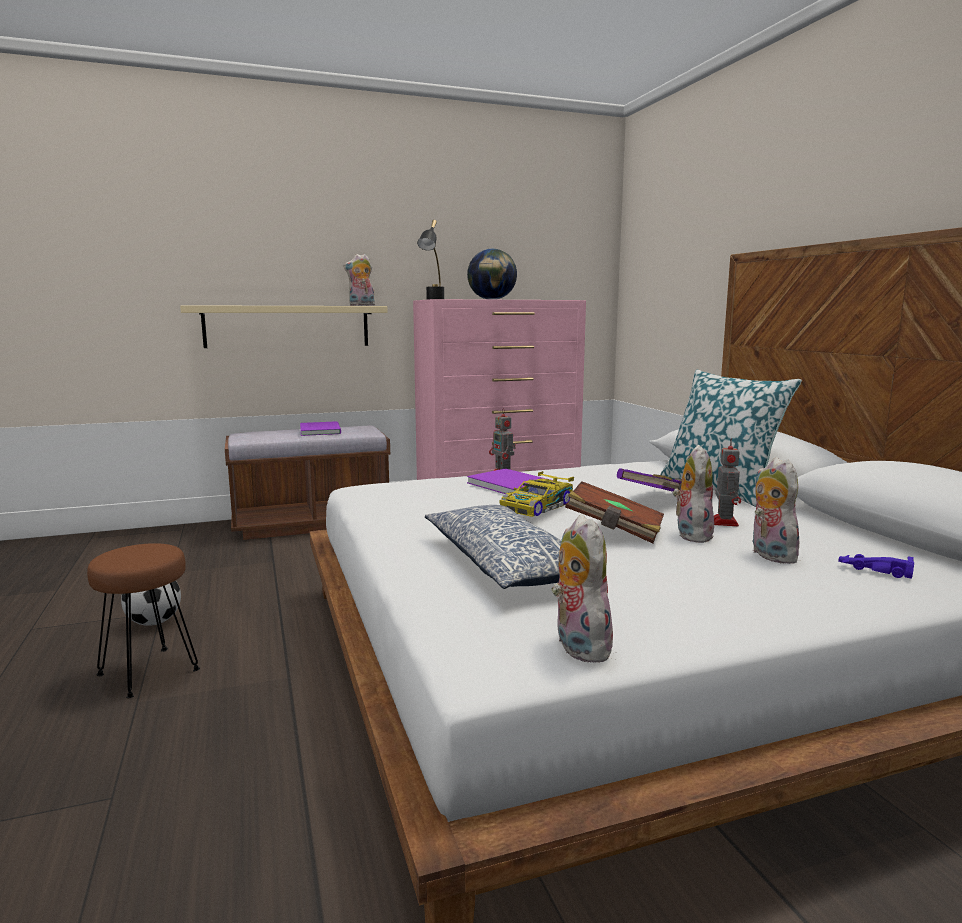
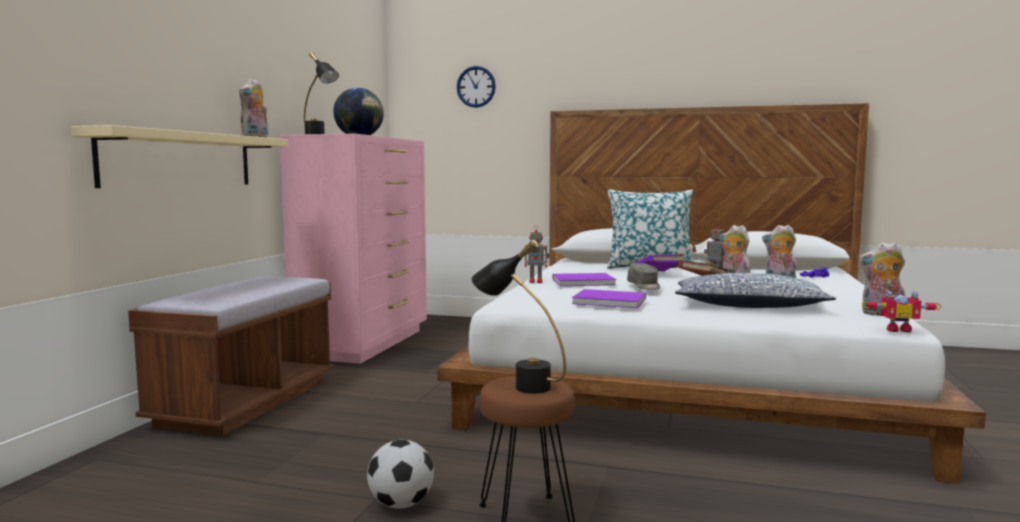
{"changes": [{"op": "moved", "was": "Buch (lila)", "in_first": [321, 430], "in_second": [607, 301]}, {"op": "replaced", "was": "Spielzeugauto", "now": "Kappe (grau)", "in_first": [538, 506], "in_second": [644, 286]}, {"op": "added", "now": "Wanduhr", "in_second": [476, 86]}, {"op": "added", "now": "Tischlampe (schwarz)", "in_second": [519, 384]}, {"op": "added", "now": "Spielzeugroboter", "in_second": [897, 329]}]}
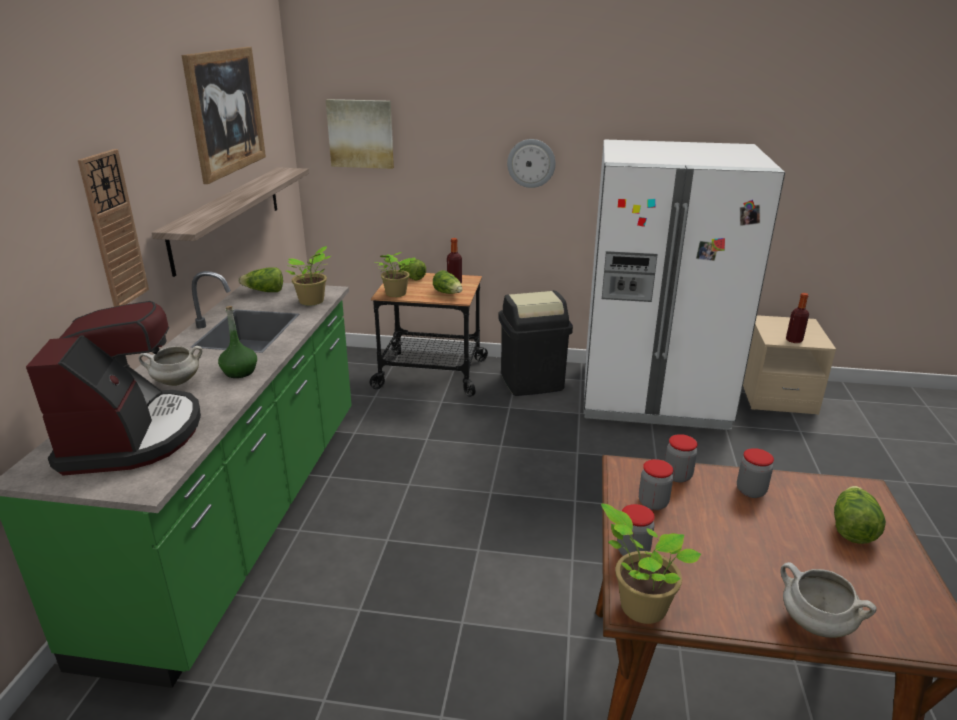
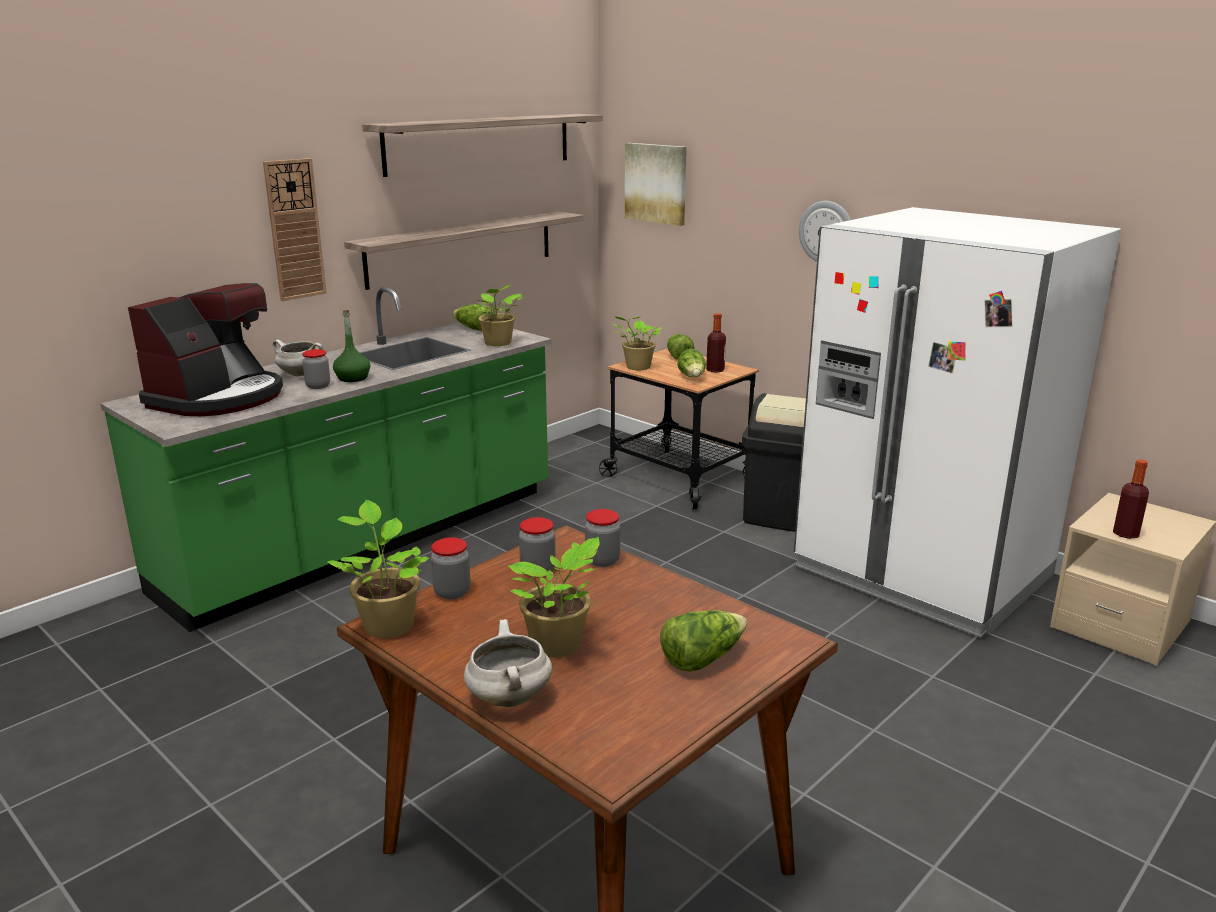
{"changes": [{"op": "replaced", "was": "Bild", "now": "Wandregal", "in_first": [226, 112], "in_second": [480, 143]}, {"op": "moved", "was": "Vorratsglas", "in_first": [750, 491], "in_second": [318, 386]}, {"op": "added", "now": "Topfpflanze", "in_second": [559, 646]}]}
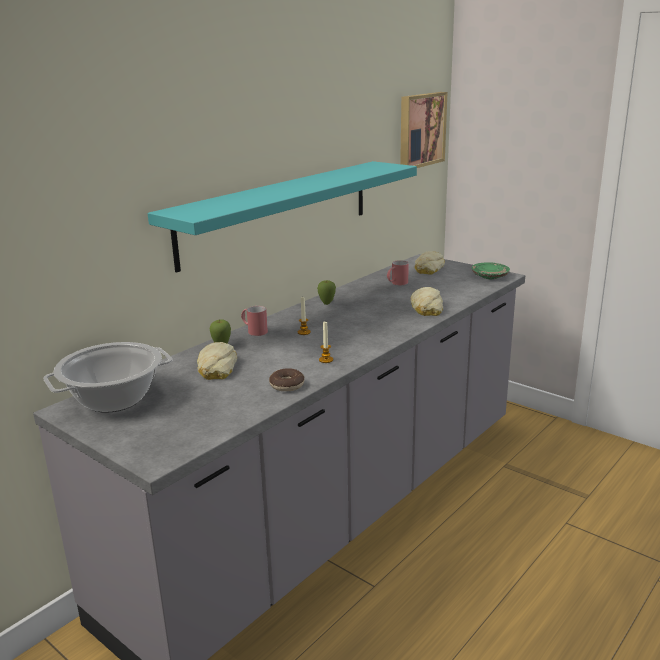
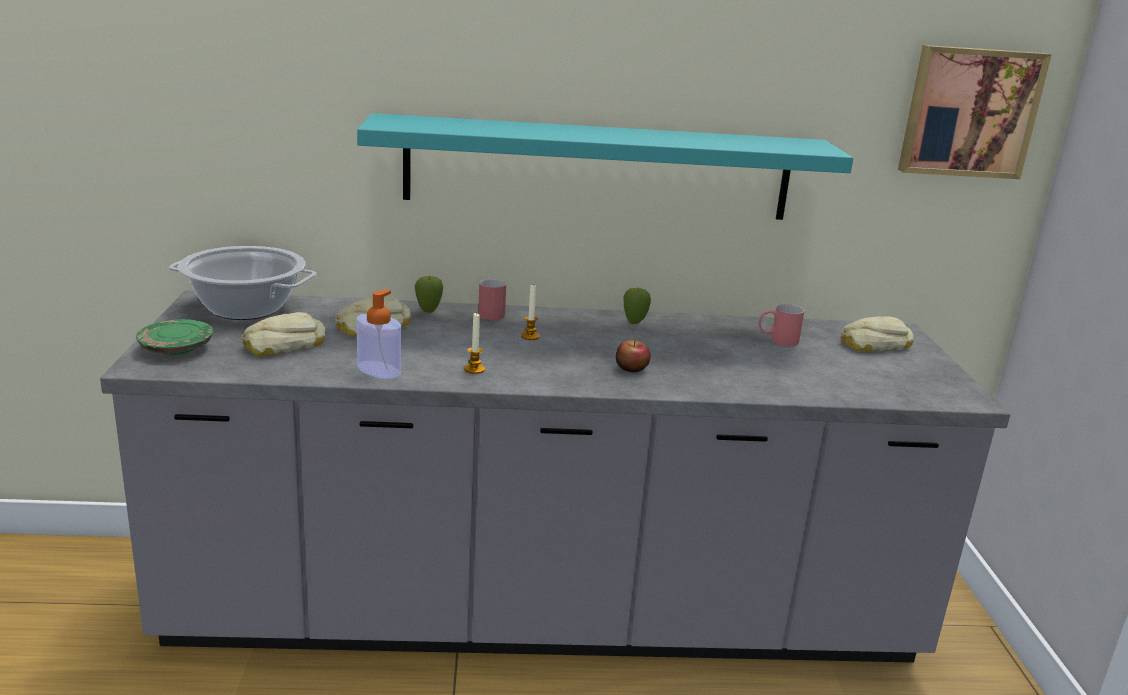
{"changes": [{"op": "replaced", "was": "Donut", "now": "Seifenspender", "in_first": [287, 385], "in_second": [379, 370]}, {"op": "moved", "was": "Brot", "in_first": [426, 308], "in_second": [283, 344]}, {"op": "moved", "was": "Teller (grün)", "in_first": [490, 276], "in_second": [176, 348]}, {"op": "added", "now": "Apfel", "in_second": [631, 368]}]}
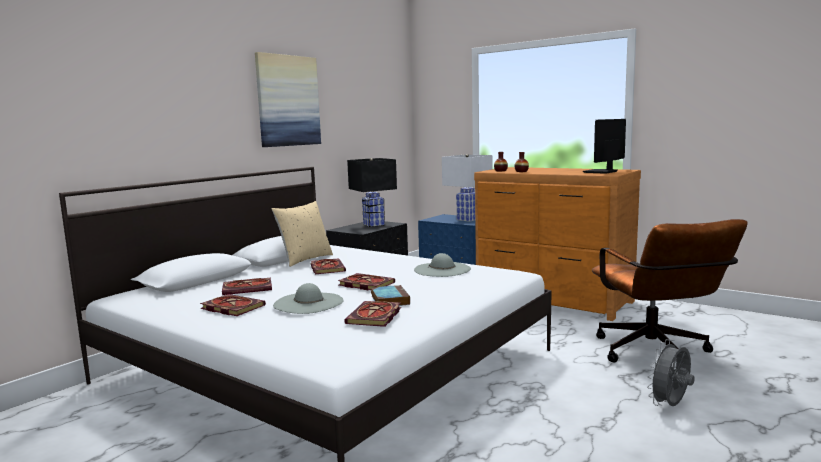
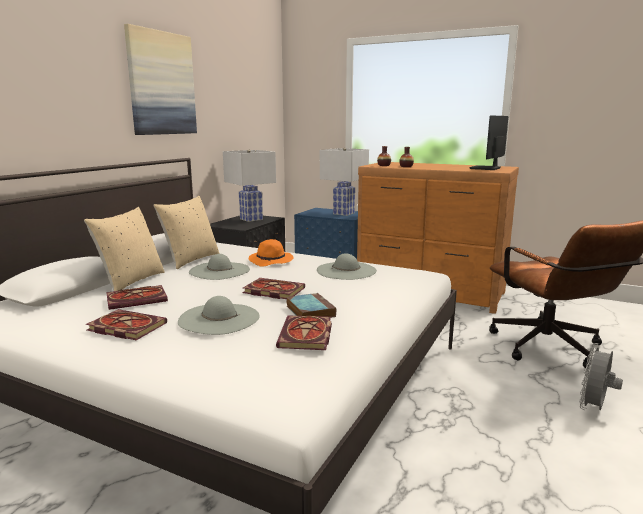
{"changes": [{"op": "replaced", "was": "Buch", "now": "Hut (grau)", "in_first": [326, 268], "in_second": [219, 270]}, {"op": "recoloured", "was": "Tischlampe (schwarz)", "now": "Tischlampe (weiß)", "in_first": [374, 224], "in_second": [251, 219]}, {"op": "added", "now": "Kissen (beige)", "in_second": [131, 281]}, {"op": "added", "now": "Hut (orange)", "in_second": [271, 261]}]}
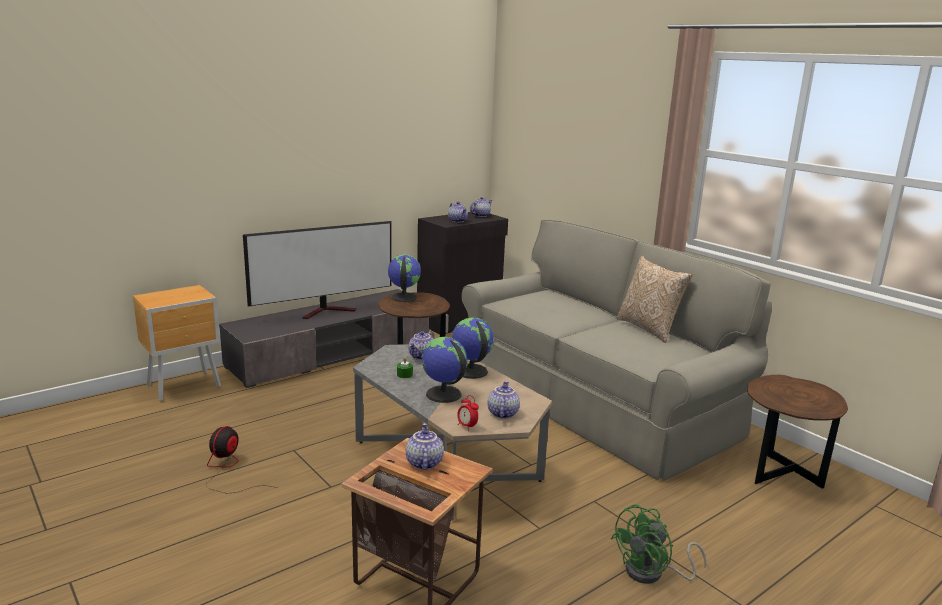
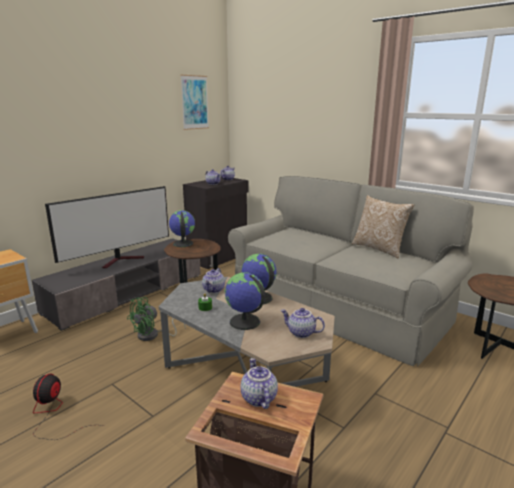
{"changes": [{"op": "removed", "was": "Wecker", "in_first": [467, 427]}, {"op": "turned", "was": "Teekanne", "in_first": [502, 413], "in_second": [301, 333], "clockwise": -60}, {"op": "moved", "was": "Ventilator (grün)", "in_first": [652, 573], "in_second": [153, 336]}, {"op": "added", "now": "Bild", "in_second": [194, 102]}]}
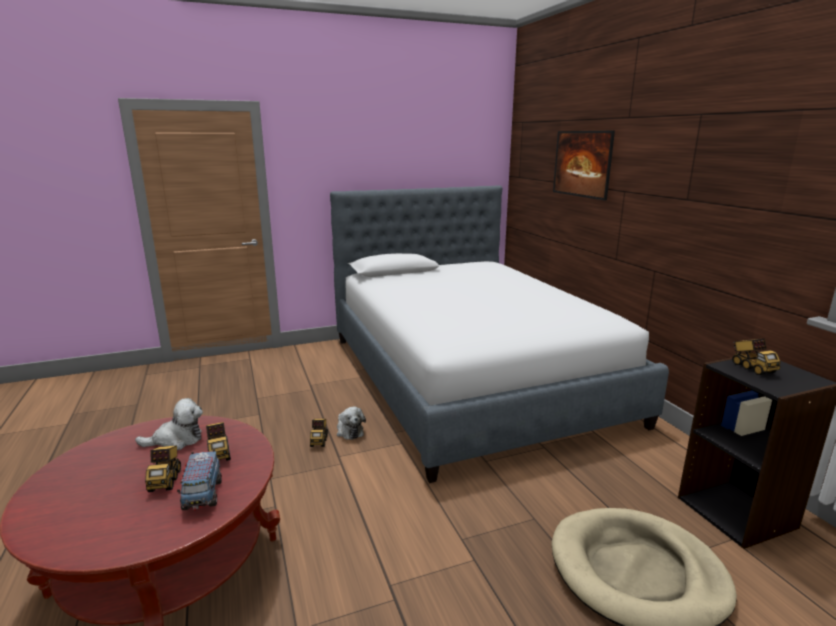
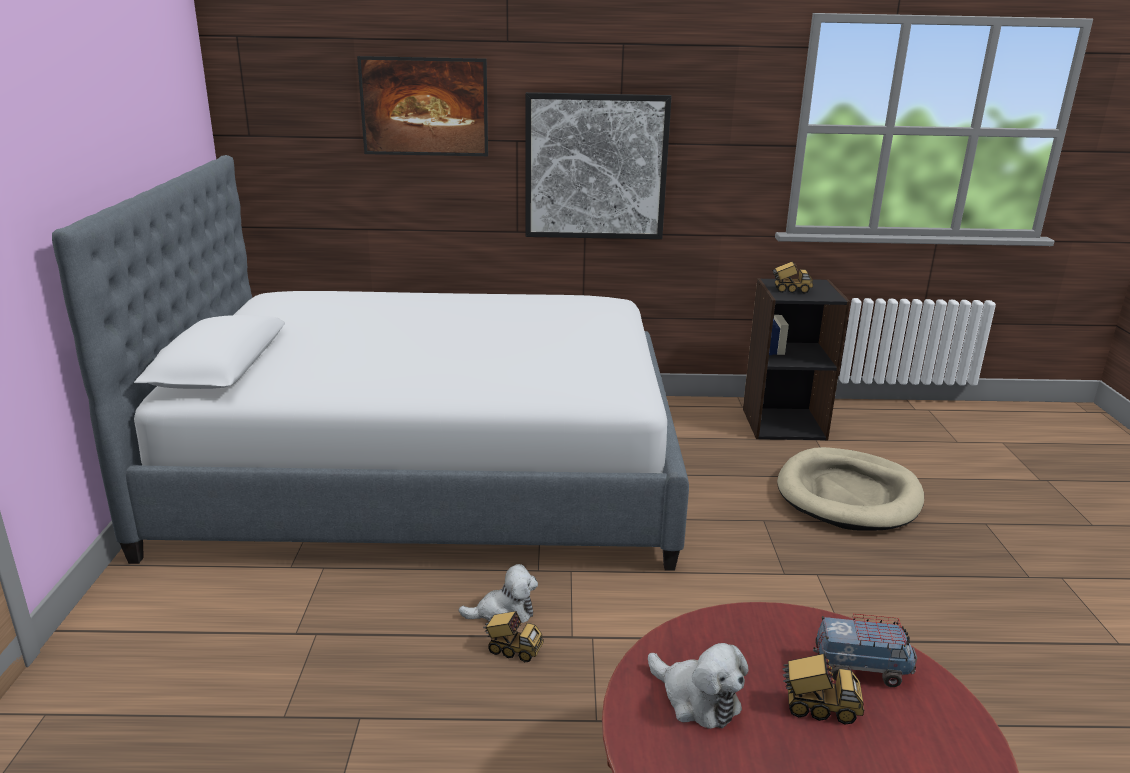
{"changes": [{"op": "turned", "was": "Plüschtier", "in_first": [177, 440], "in_second": [696, 699], "clockwise": 135}, {"op": "removed", "was": "Spielzeuglaster", "in_first": [219, 453]}, {"op": "added", "now": "Bild", "in_second": [595, 167]}]}
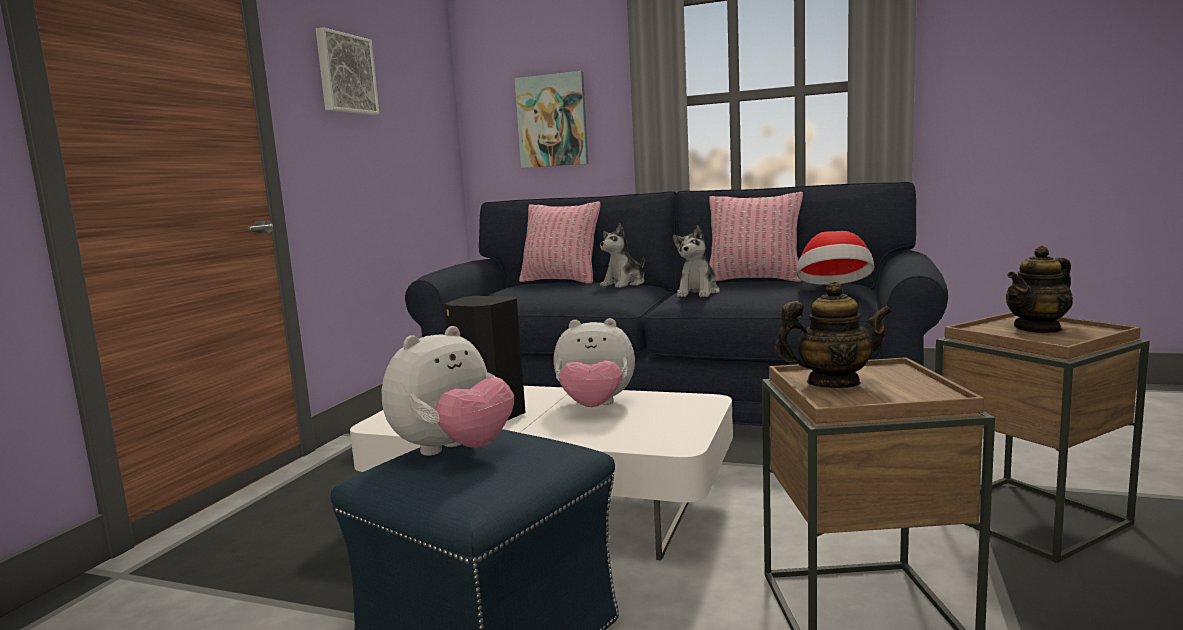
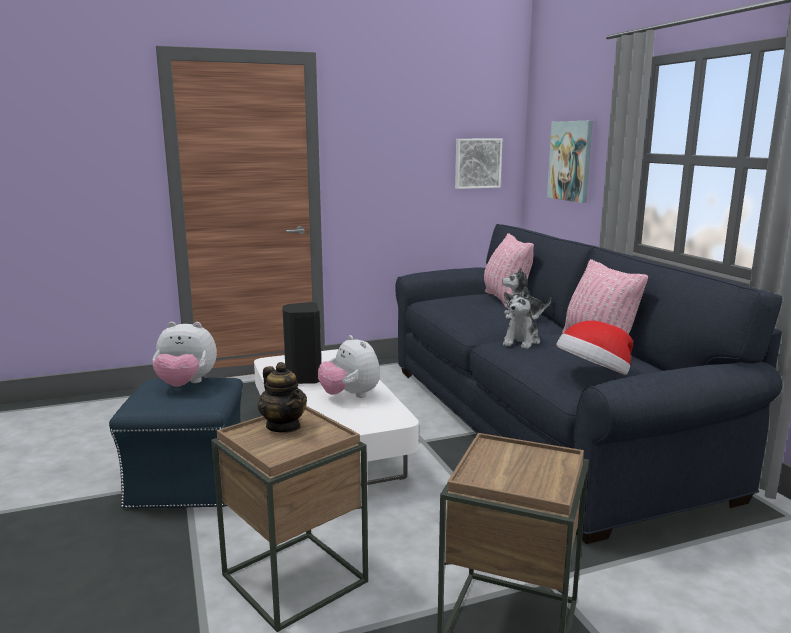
{"changes": [{"op": "moved", "was": "Bild", "in_first": [345, 74], "in_second": [477, 163]}, {"op": "turned", "was": "Plüschtier", "in_first": [698, 293], "in_second": [521, 342], "clockwise": -45}, {"op": "removed", "was": "Teekanne", "in_first": [1038, 328]}]}
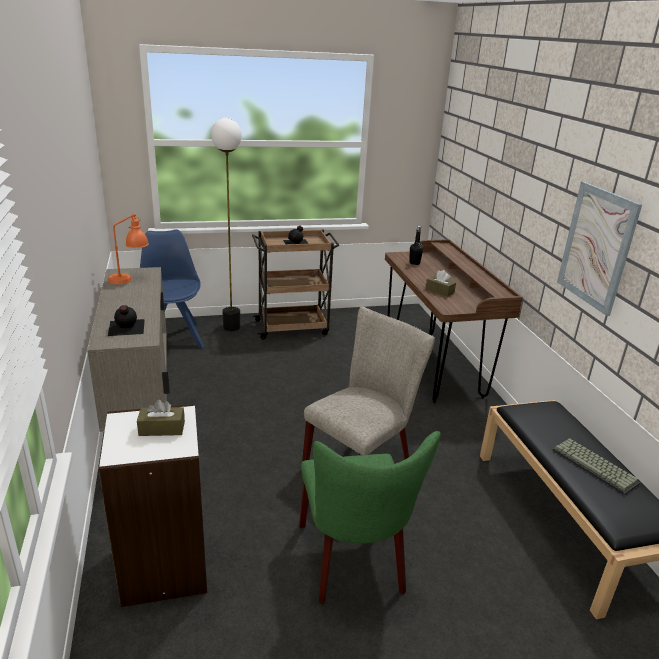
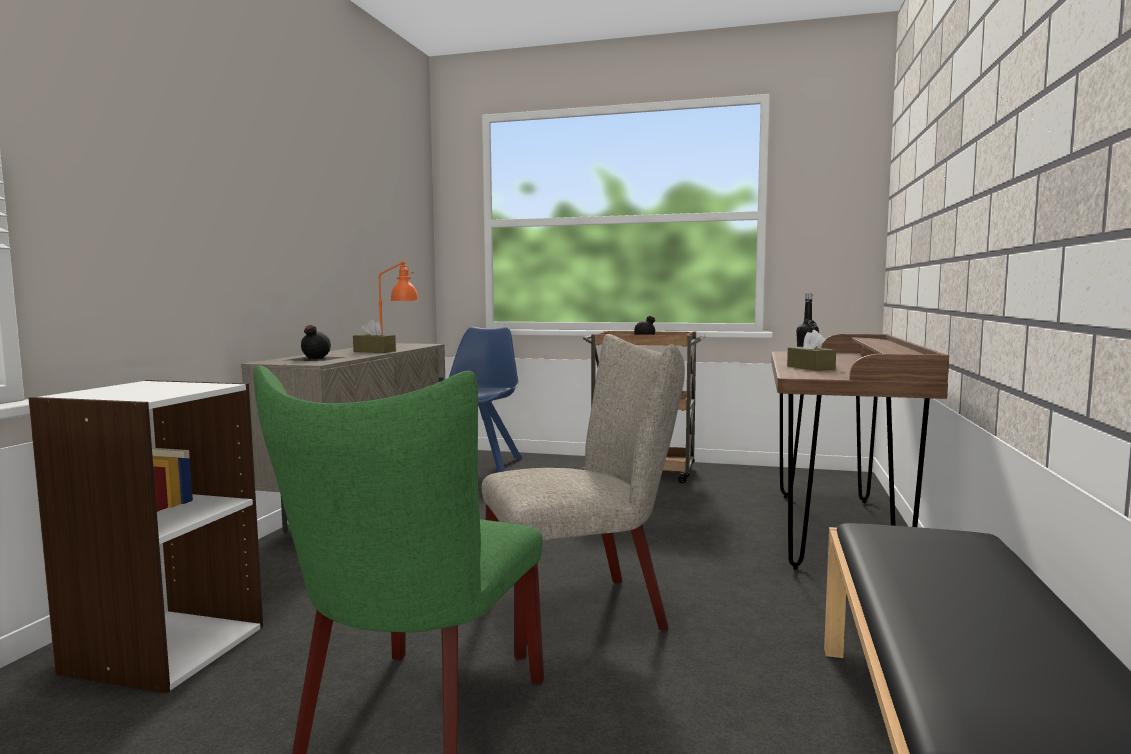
{"changes": [{"op": "moved", "was": "Taschentuchbox (braun)", "in_first": [162, 429], "in_second": [374, 351]}, {"op": "removed", "was": "Stehlampe", "in_first": [231, 327]}, {"op": "removed", "was": "Tastatur", "in_first": [596, 466]}, {"op": "removed", "was": "Bild", "in_first": [596, 247]}]}
